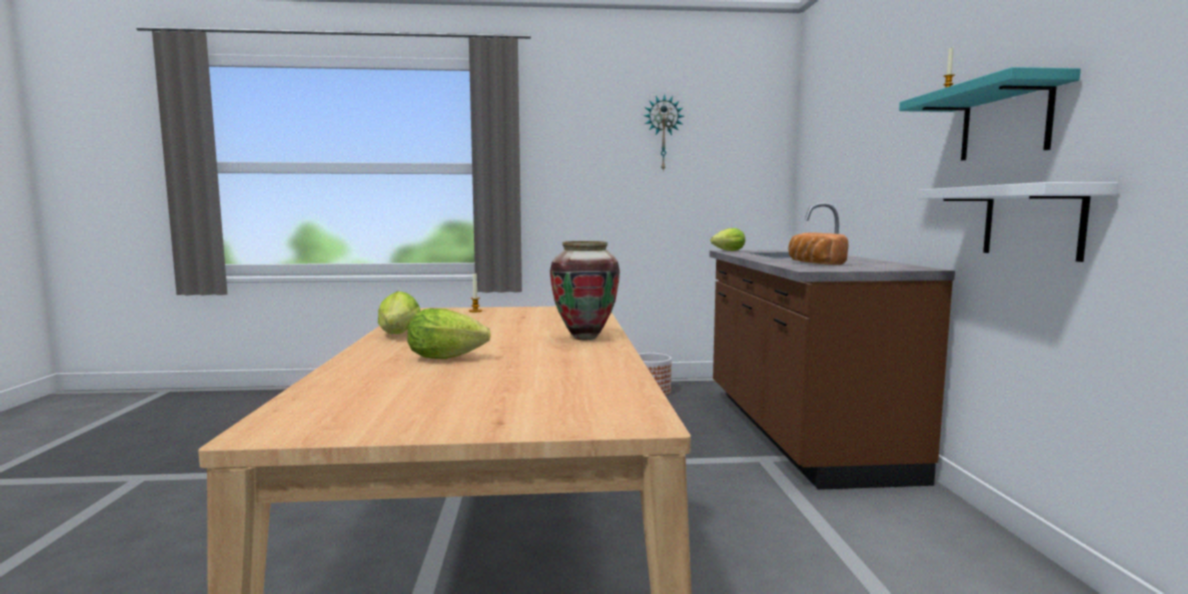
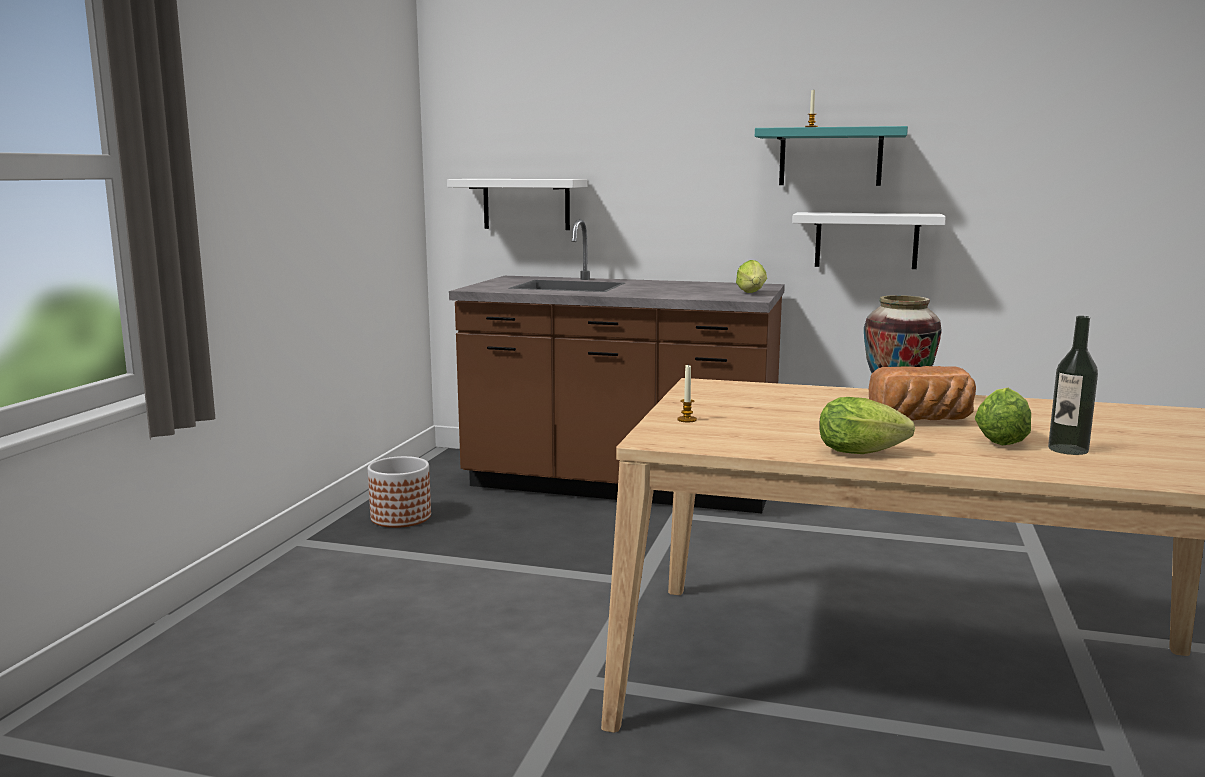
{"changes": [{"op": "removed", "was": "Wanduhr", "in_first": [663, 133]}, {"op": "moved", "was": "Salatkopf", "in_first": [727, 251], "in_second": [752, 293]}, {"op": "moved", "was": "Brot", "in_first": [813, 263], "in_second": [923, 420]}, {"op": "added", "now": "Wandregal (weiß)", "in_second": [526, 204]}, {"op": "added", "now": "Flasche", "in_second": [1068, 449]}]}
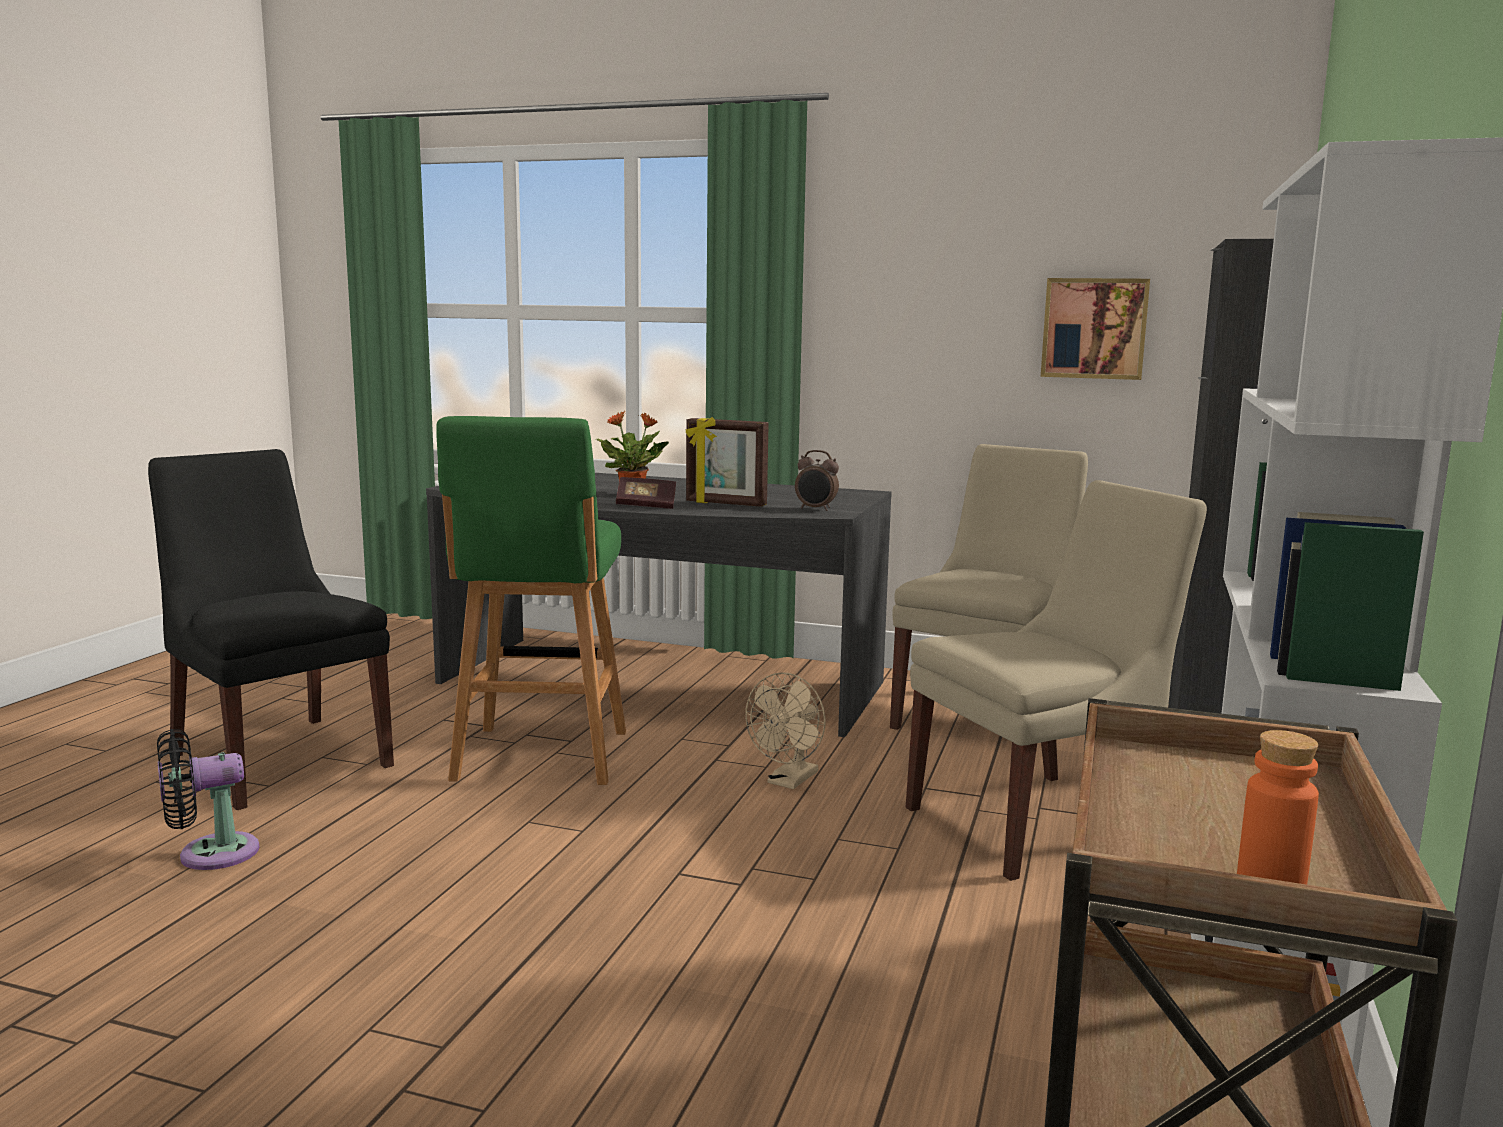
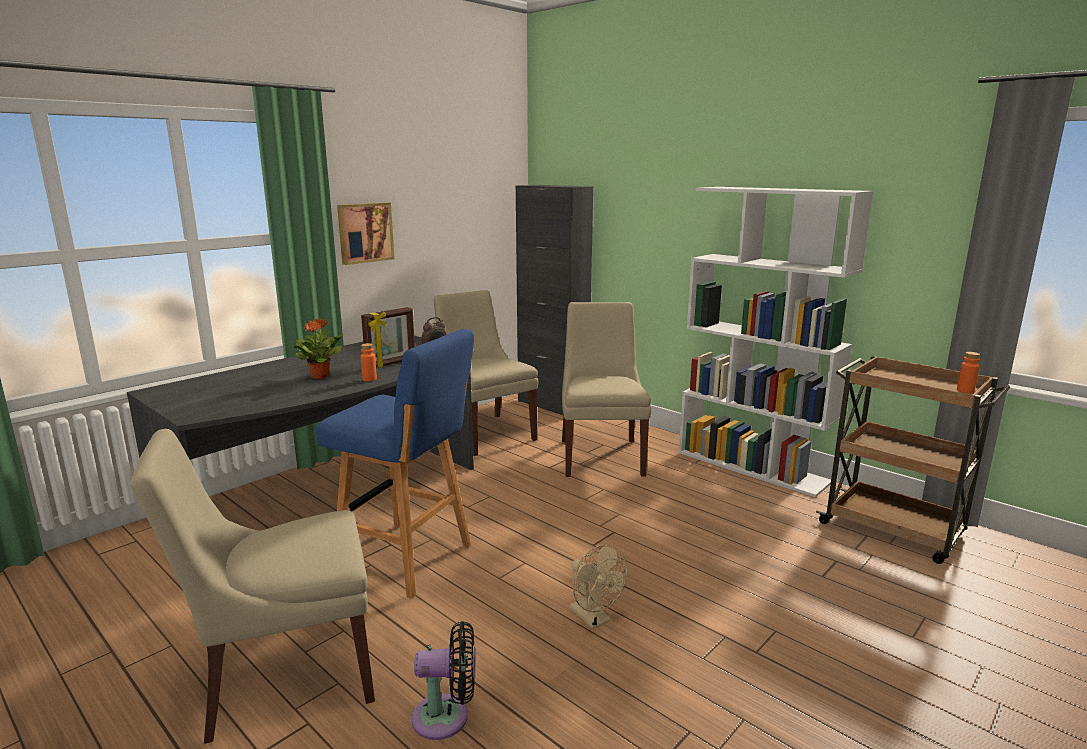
{"changes": [{"op": "recoloured", "was": "Stuhl (schwarz)", "now": "Stuhl (beige)", "in_first": [277, 758], "in_second": [283, 676]}, {"op": "turned", "was": "Ventilator (schwarz)", "in_first": [210, 854], "in_second": [447, 717], "clockwise": -90}, {"op": "recoloured", "was": "Hocker (grün)", "now": "Hocker (blau)", "in_first": [540, 758], "in_second": [408, 559]}, {"op": "replaced", "was": "Buch", "now": "Flasche (orange)", "in_first": [646, 506], "in_second": [369, 379]}, {"op": "moved", "was": "Ventilator (beige)", "in_first": [789, 781], "in_second": [594, 619]}, {"op": "moved", "was": "Bild", "in_first": [1094, 328], "in_second": [364, 232]}]}
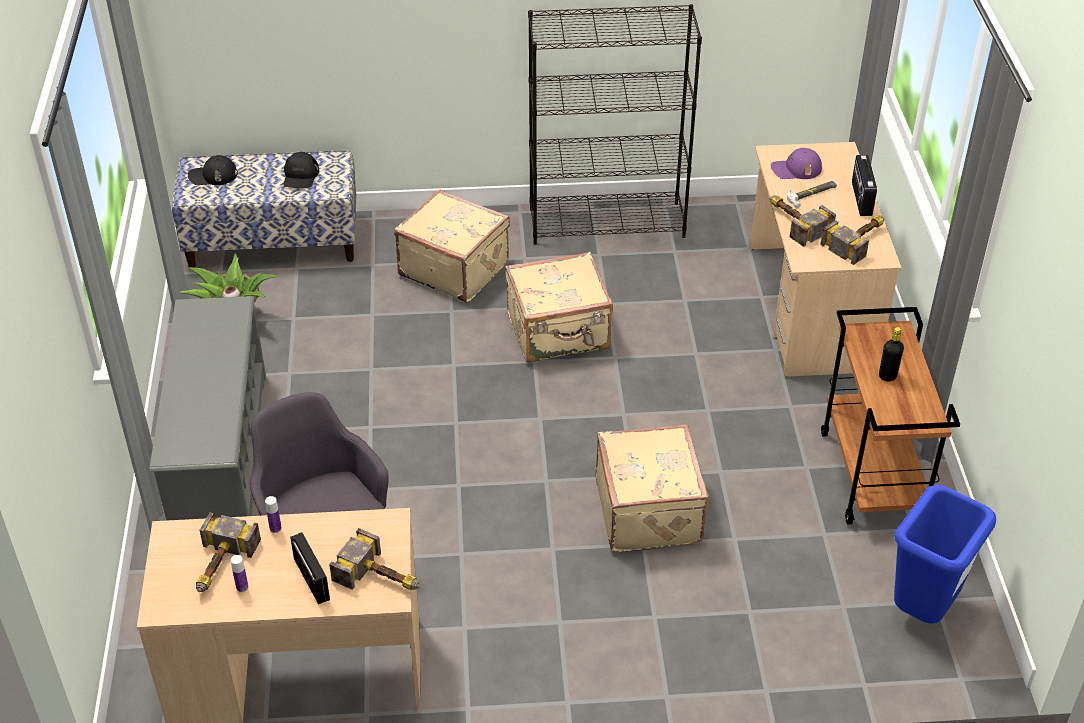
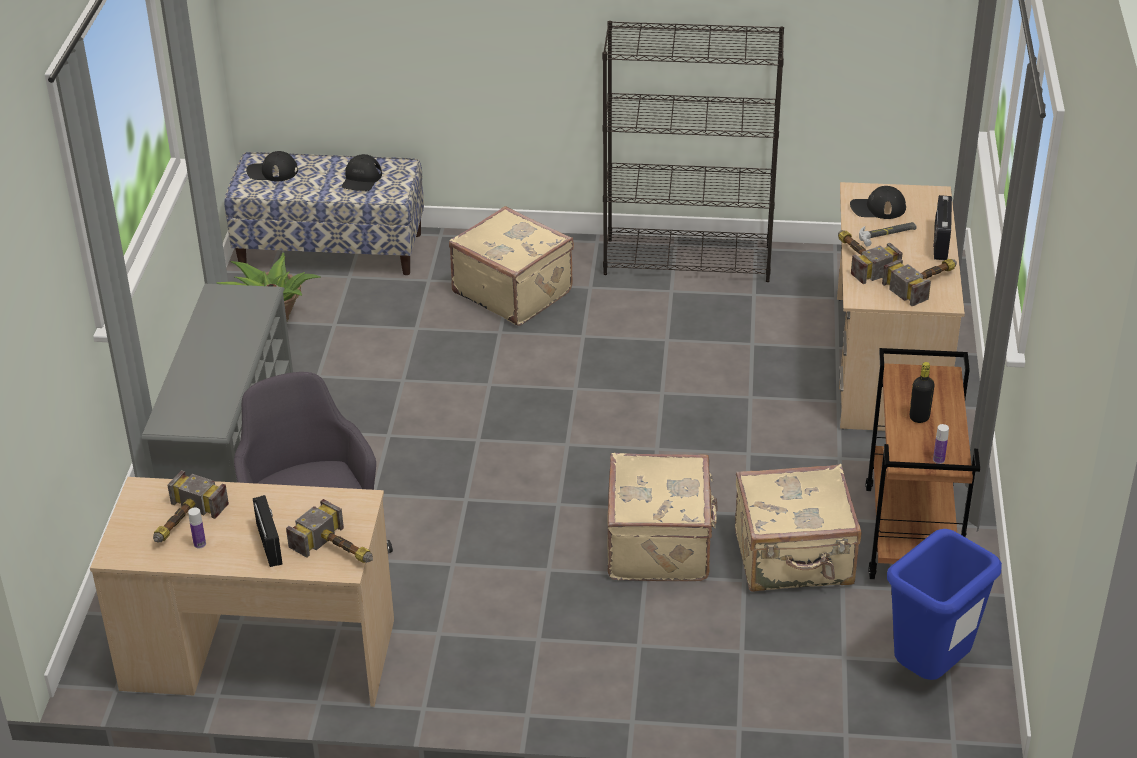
{"changes": [{"op": "moved", "was": "Flasche", "in_first": [275, 528], "in_second": [938, 460]}, {"op": "moved", "was": "Koffer (beige)", "in_first": [559, 333], "in_second": [794, 559]}, {"op": "recoloured", "was": "Kappe (lila)", "now": "Kappe (schwarz)", "in_first": [796, 169], "in_second": [877, 208]}]}
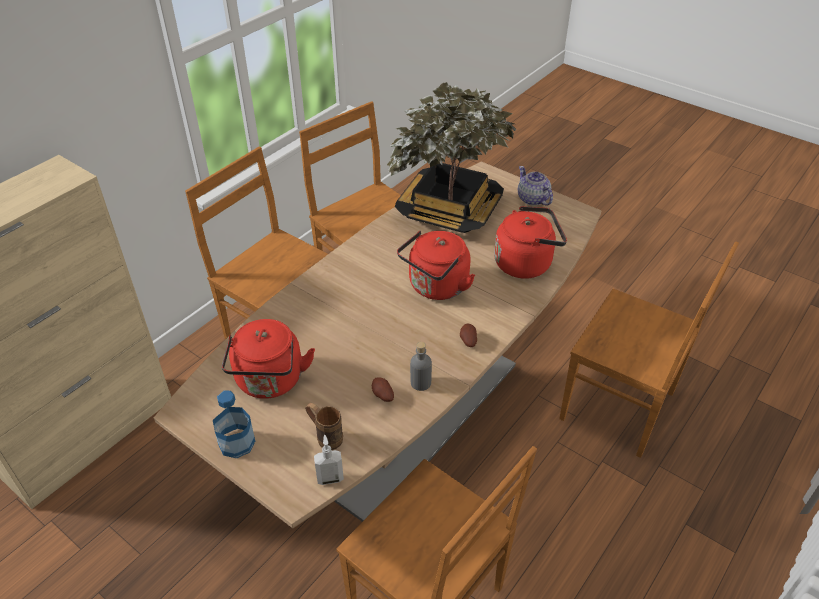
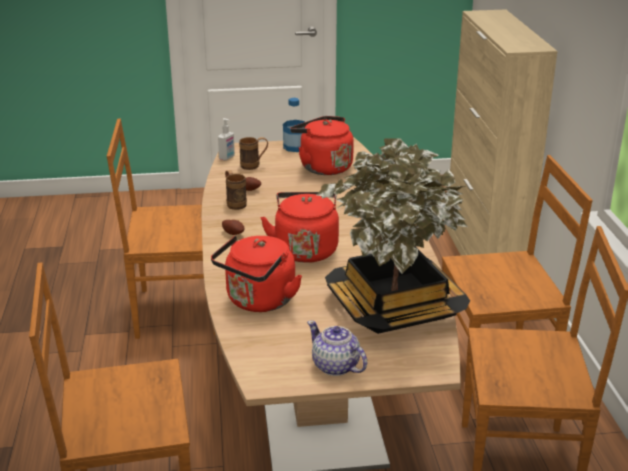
{"changes": [{"op": "replaced", "was": "Flasche (grau)", "now": "Henkelbecher (braun)", "in_first": [420, 383], "in_second": [234, 203]}, {"op": "turned", "was": "Teekanne", "in_first": [532, 199], "in_second": [335, 366], "clockwise": -150}]}
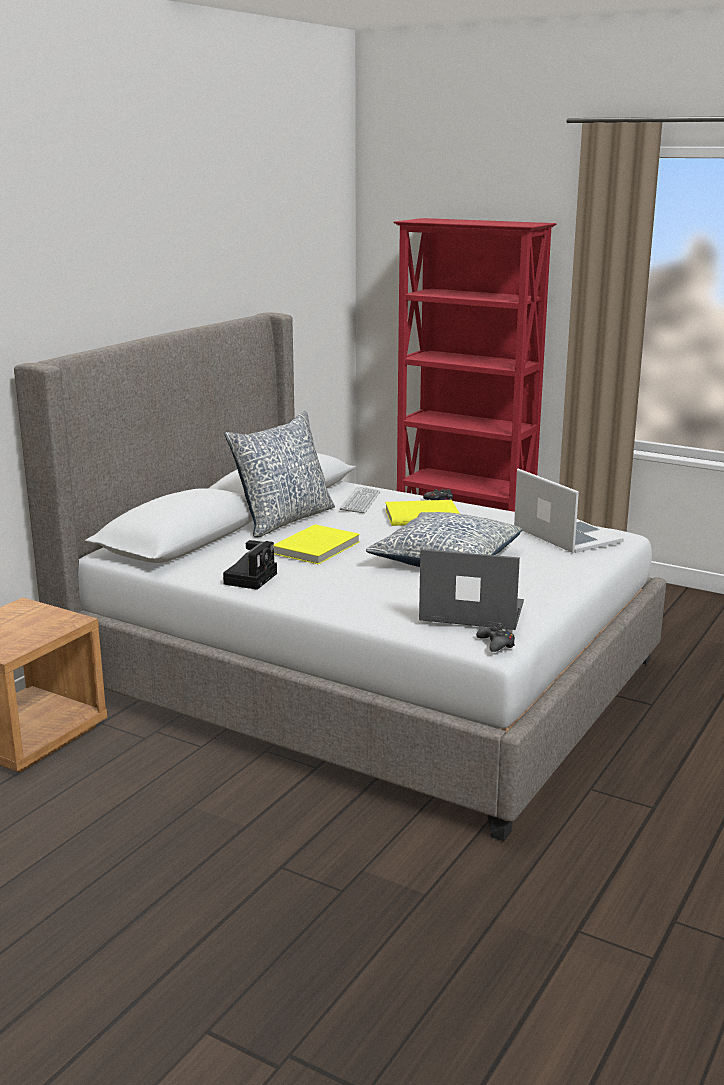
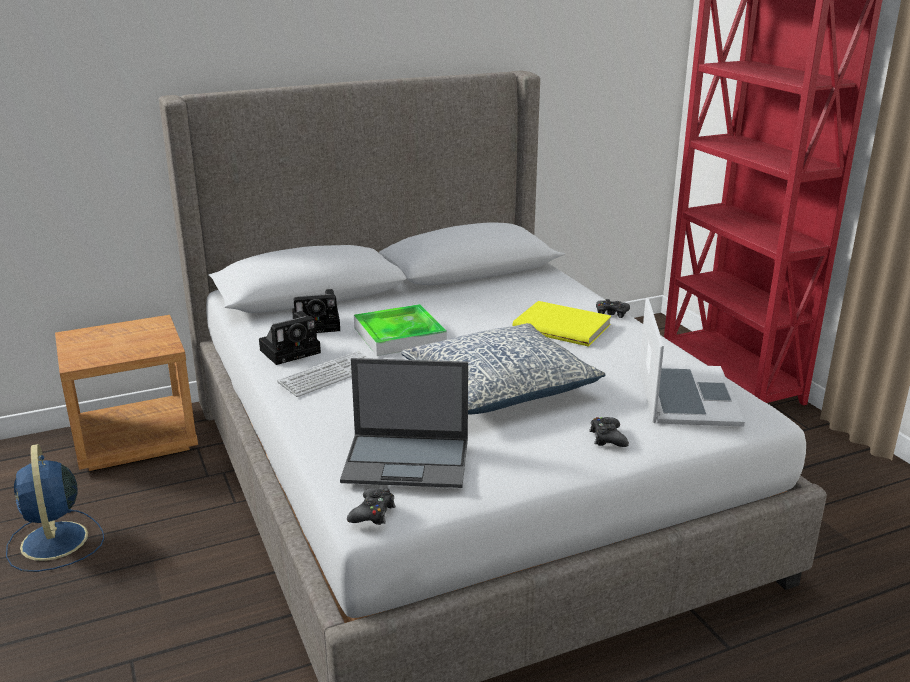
{"changes": [{"op": "removed", "was": "Kissen", "in_first": [284, 520]}, {"op": "replaced", "was": "Buch (gelb)", "now": "Tablett", "in_first": [317, 548], "in_second": [399, 335]}, {"op": "moved", "was": "Tastatur", "in_first": [360, 501], "in_second": [328, 375]}, {"op": "turned", "was": "Laptop", "in_first": [470, 611], "in_second": [408, 460], "clockwise": 135}, {"op": "added", "now": "Ventilator (blau)", "in_second": [54, 543]}, {"op": "added", "now": "Kamera", "in_second": [318, 324]}, {"op": "added", "now": "Gamepad (schwarz)", "in_second": [607, 438]}]}
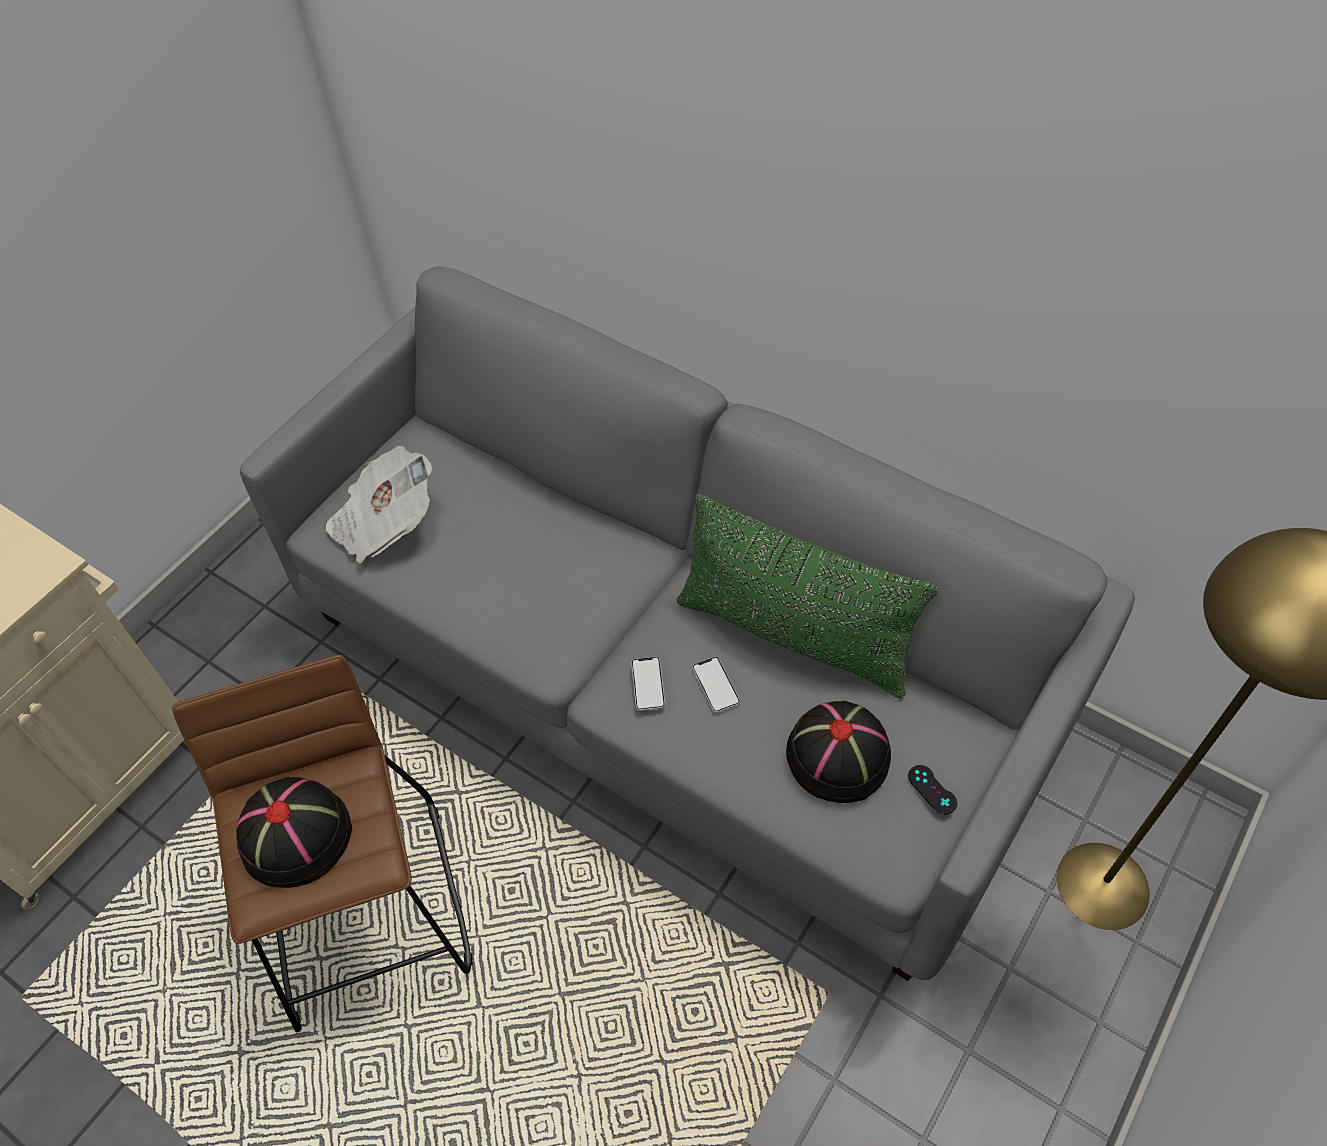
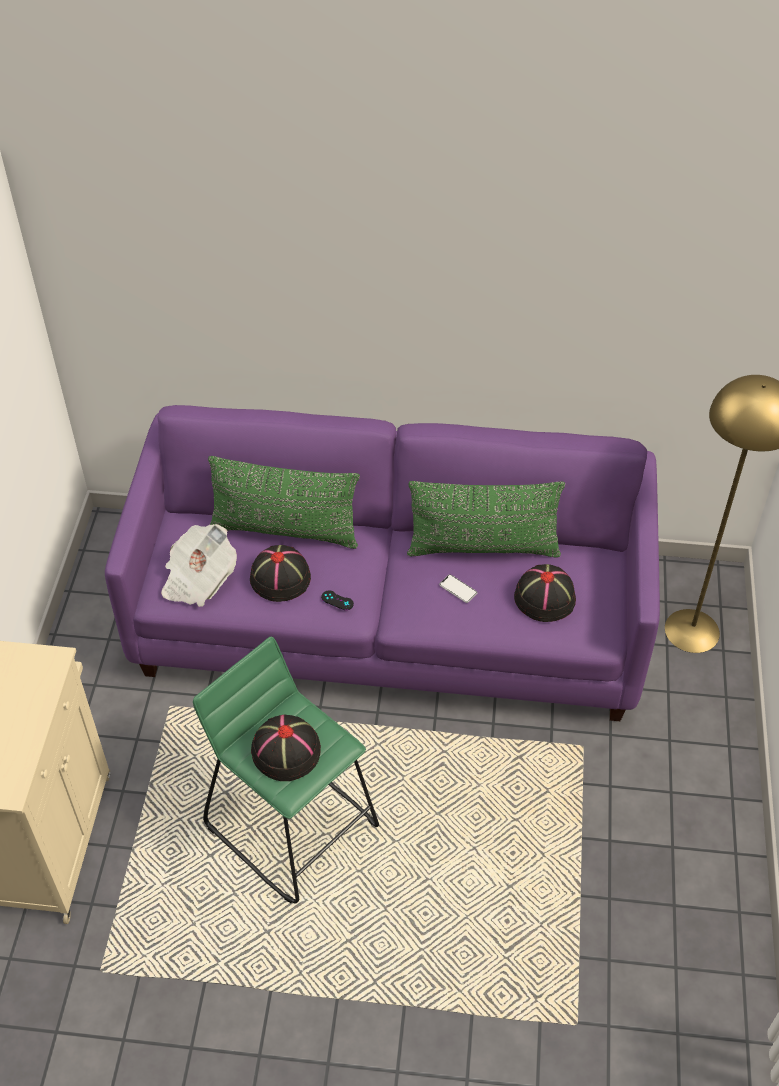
{"changes": [{"op": "recoloured", "was": "Hocker (braun)", "now": "Hocker (grün)", "in_first": [369, 911], "in_second": [293, 824]}, {"op": "recoloured", "was": "Sofa (grau)", "now": "Sofa (lila)", "in_first": [671, 672], "in_second": [391, 618]}, {"op": "removed", "was": "Handy", "in_first": [648, 684]}, {"op": "moved", "was": "Gamepad (schwarz)", "in_first": [932, 789], "in_second": [337, 600]}, {"op": "added", "now": "Kissen (grün)", "in_second": [285, 530]}, {"op": "added", "now": "Hut (schwarz)", "in_second": [280, 577]}]}
